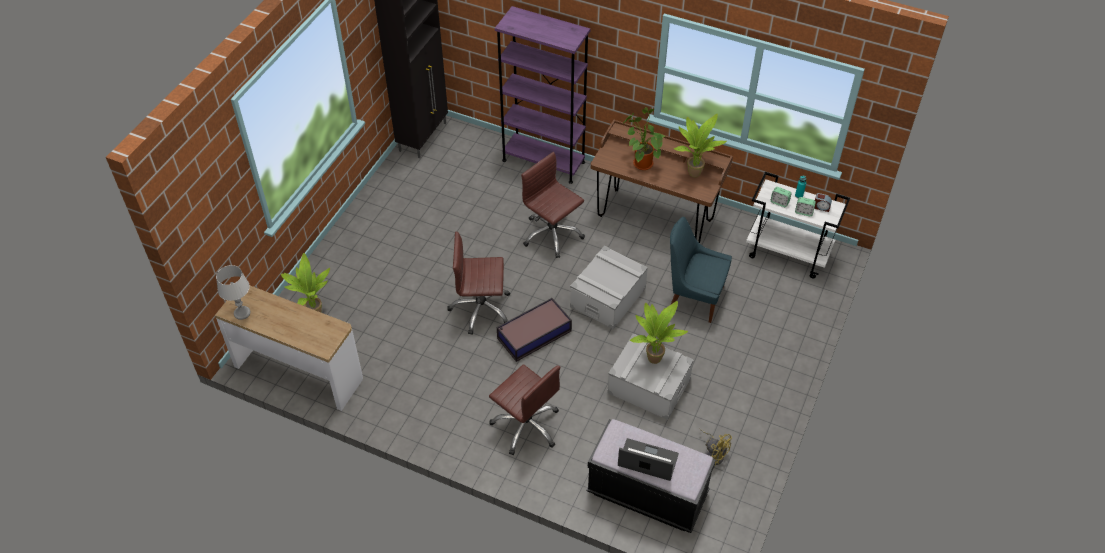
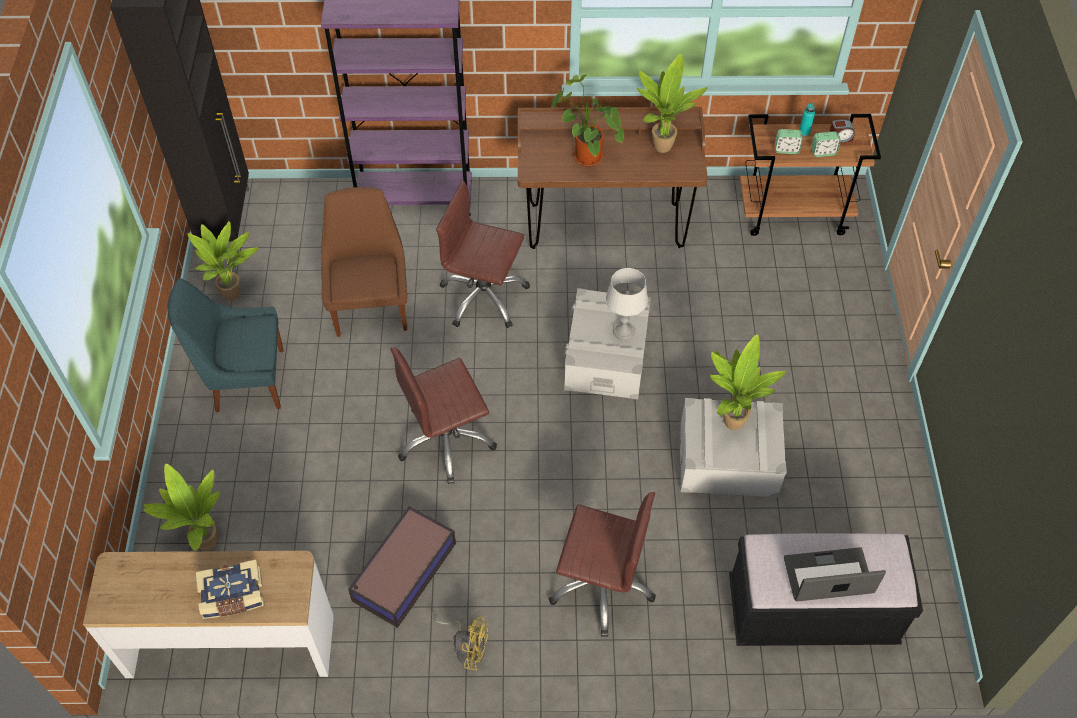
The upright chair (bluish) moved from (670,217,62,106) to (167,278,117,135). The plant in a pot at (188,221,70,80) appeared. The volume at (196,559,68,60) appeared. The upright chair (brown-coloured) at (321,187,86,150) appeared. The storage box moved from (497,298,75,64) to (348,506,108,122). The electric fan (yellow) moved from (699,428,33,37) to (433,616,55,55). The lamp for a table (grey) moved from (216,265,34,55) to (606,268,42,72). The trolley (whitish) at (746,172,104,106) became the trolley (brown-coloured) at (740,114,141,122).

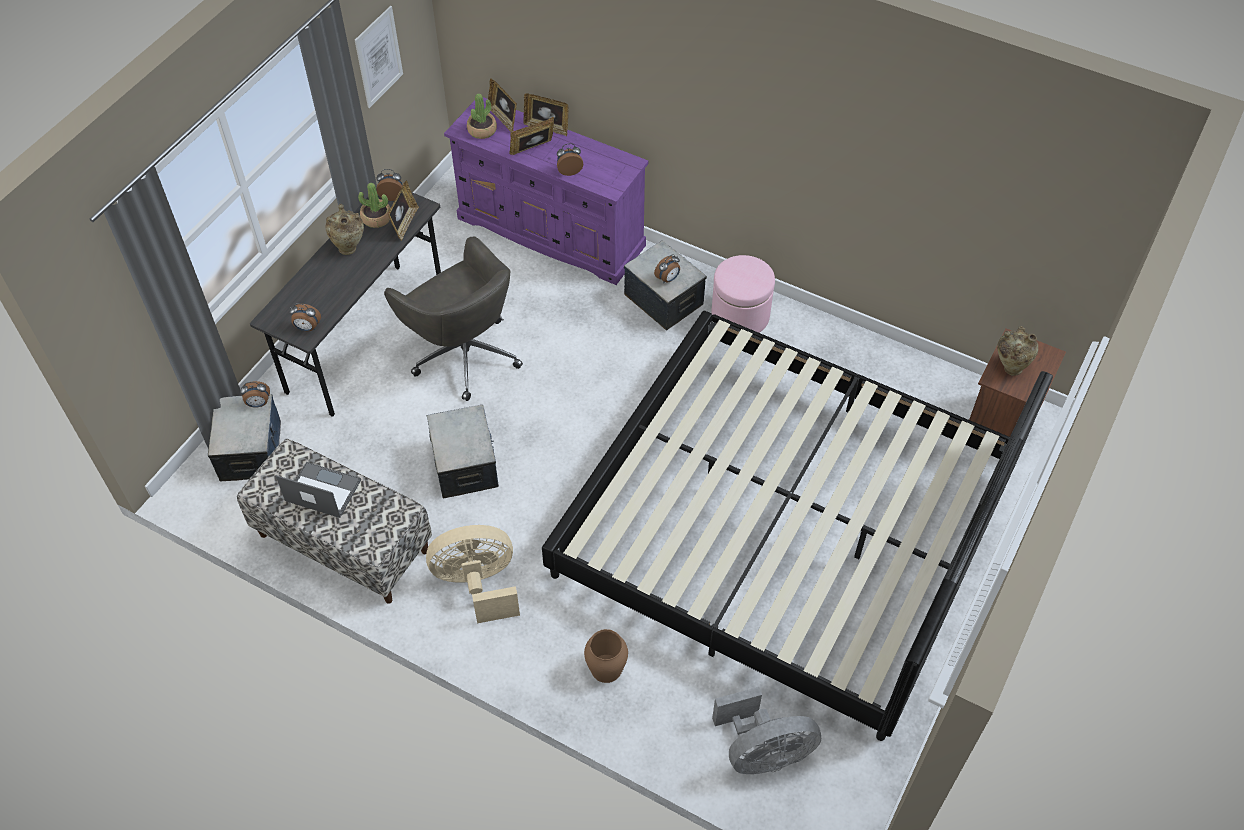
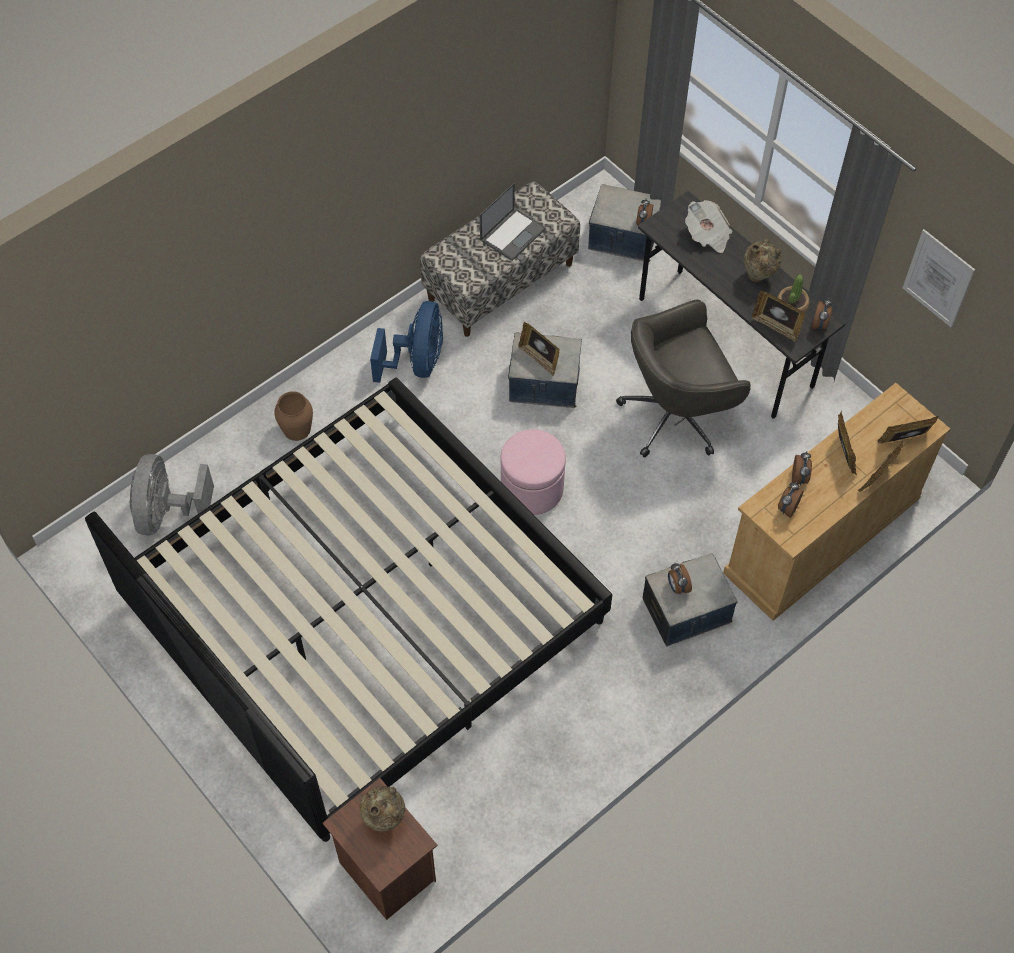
The electric fan (sand-coloured) at (426,525,94,98) became the electric fan (bluish) at (370,301,73,82). The ottoman (pink) moved from (711,255,64,78) to (500,429,66,86). The standing frame at (518,322,42,54) appeared. The printed paper at (685,200,47,53) appeared. The dresser (purple-coloured) at (444,97,205,188) became the dresser (sand-coloured) at (723,383,227,238). The table clock moved from (289,303,32,28) to (778,482,26,36). The plant in a pot at (467,94,30,45) disappeared.

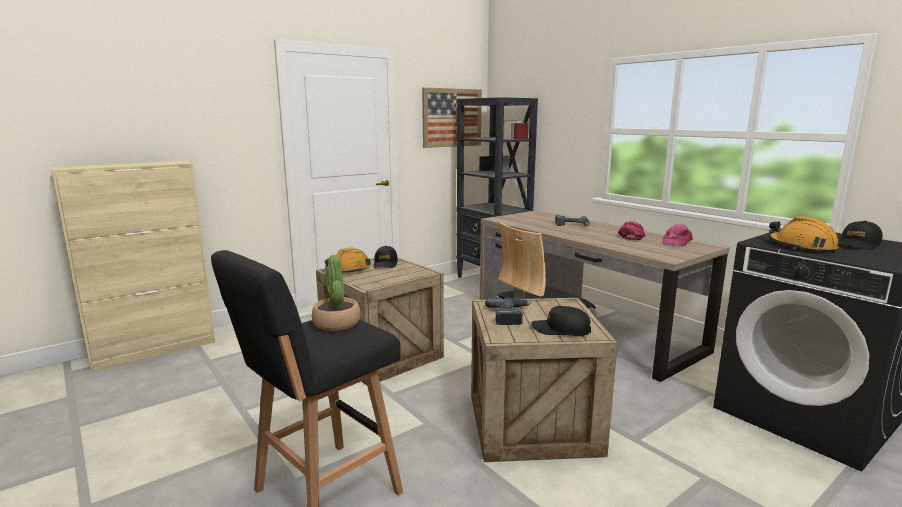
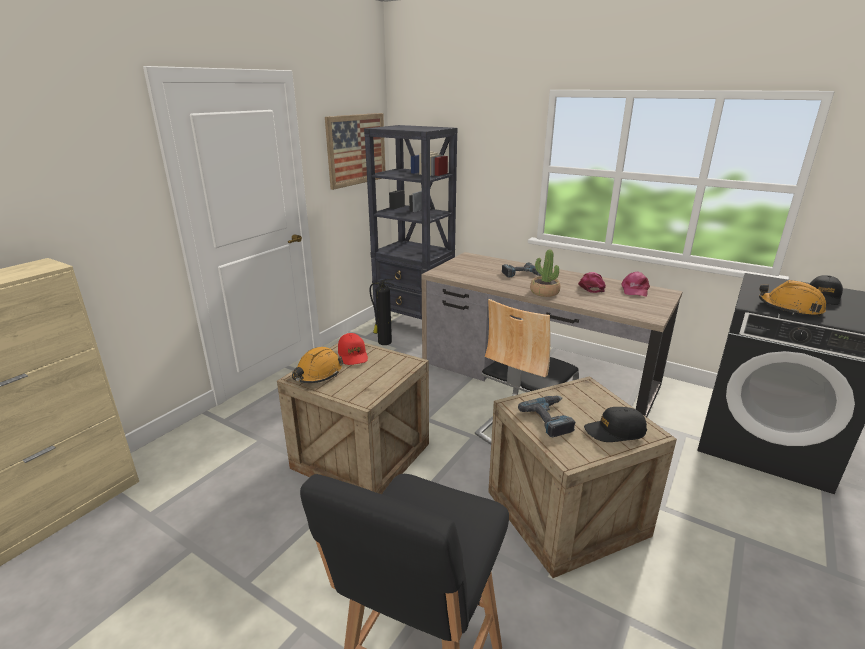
The peaked cap (black) at (374,246,24,22) became the peaked cap (reddish) at (338,333,30,32). The fire-fighting cylinder at (370,279,24,66) appeared. The plant in a pot moved from (312,255,49,76) to (530,249,30,48).

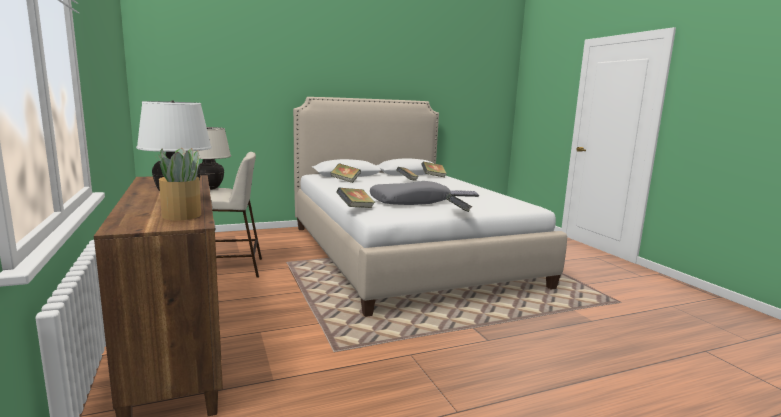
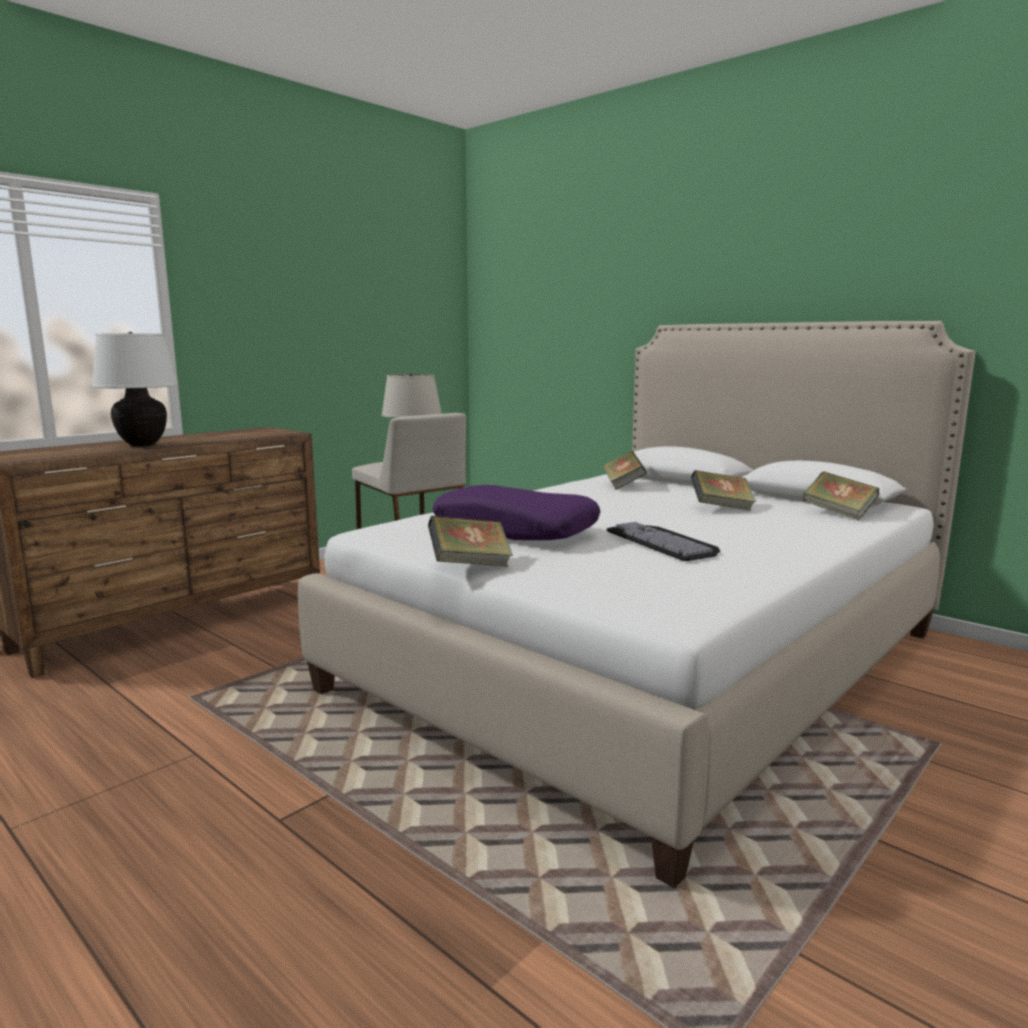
The pillow (grey) at (370,181,81,24) became the pillow (purple-coloured) at (433,485,167,55). The plant in a pot at (156,148,45,72) disappeared. The volume at (336,188,39,20) disappeared.

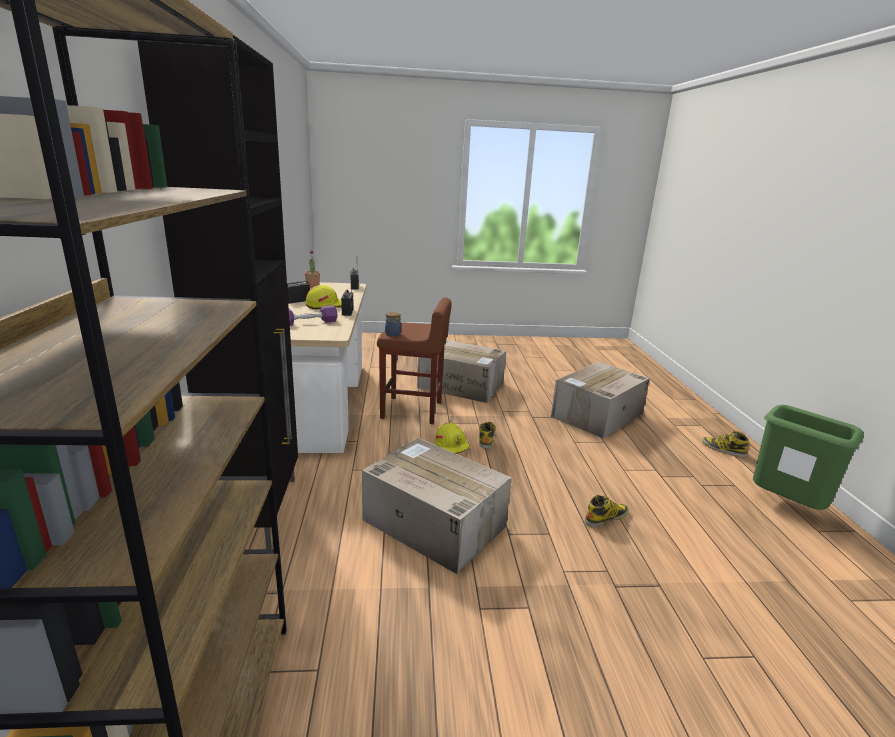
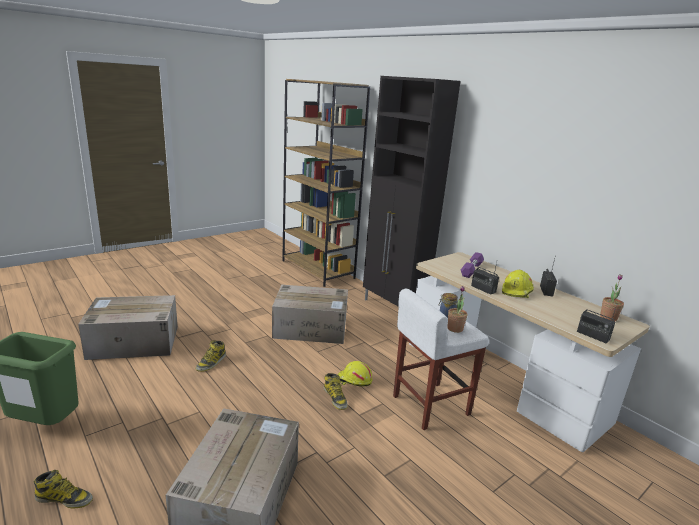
The carton moved from (418,340,88,63) to (78,295,100,65). The sitting stool (brown-coloured) at (377,298,75,126) became the sitting stool (whitish) at (393,289,96,141). The plant in a pot at (448,286,19,47) appeared.

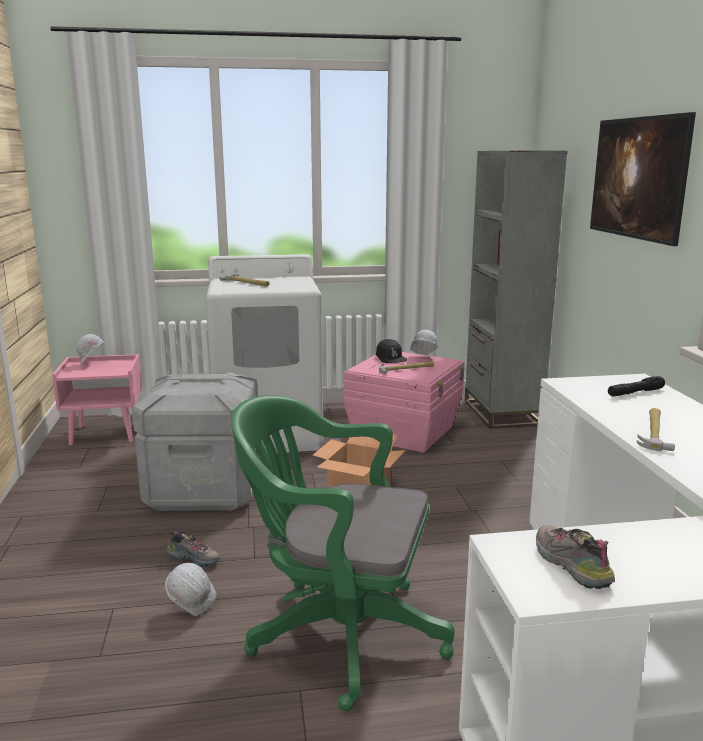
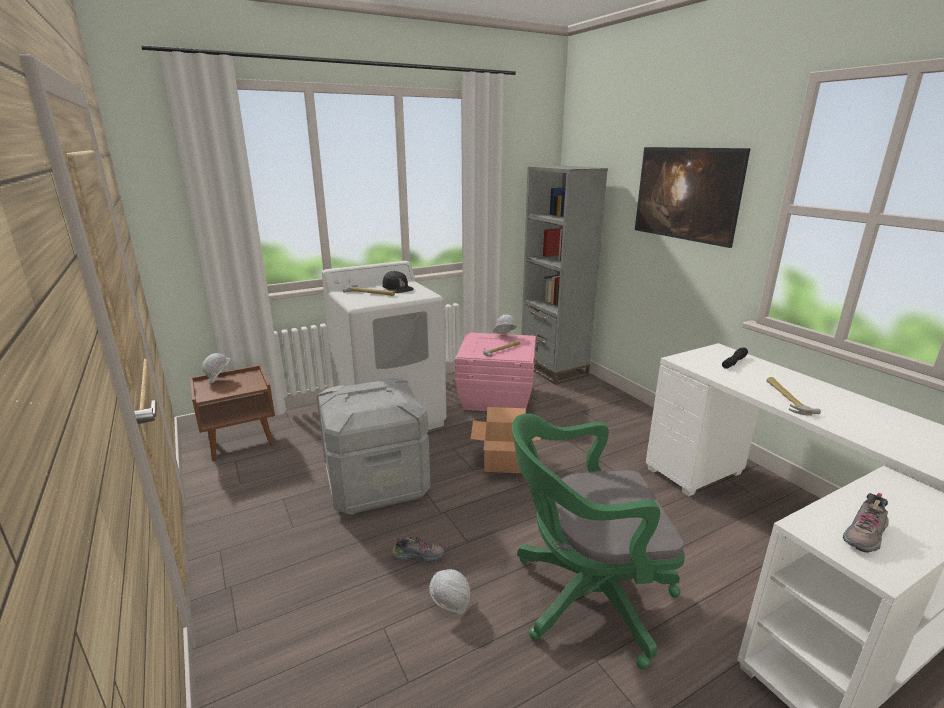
The bedside table (pink) at (52,354,90,91) became the bedside table (brown-coloured) at (190,365,85,97). The peaked cap (black) moved from (376,339,31,24) to (382,271,32,22). The low shoe at (536,525,79,64) turned 90 degrees counterclockwise.

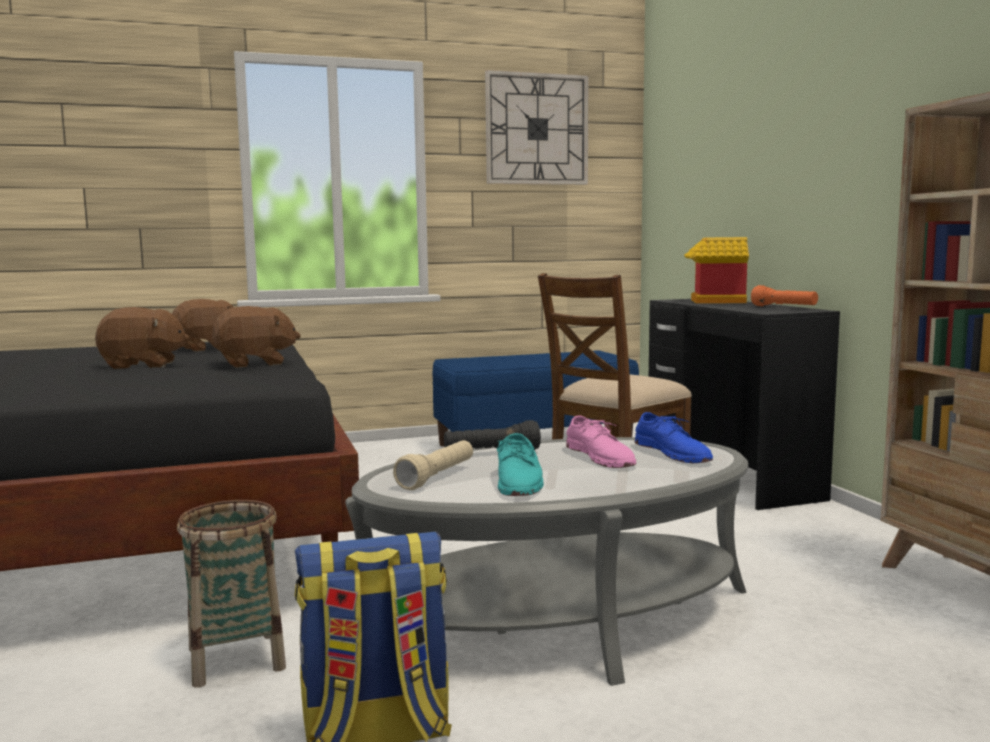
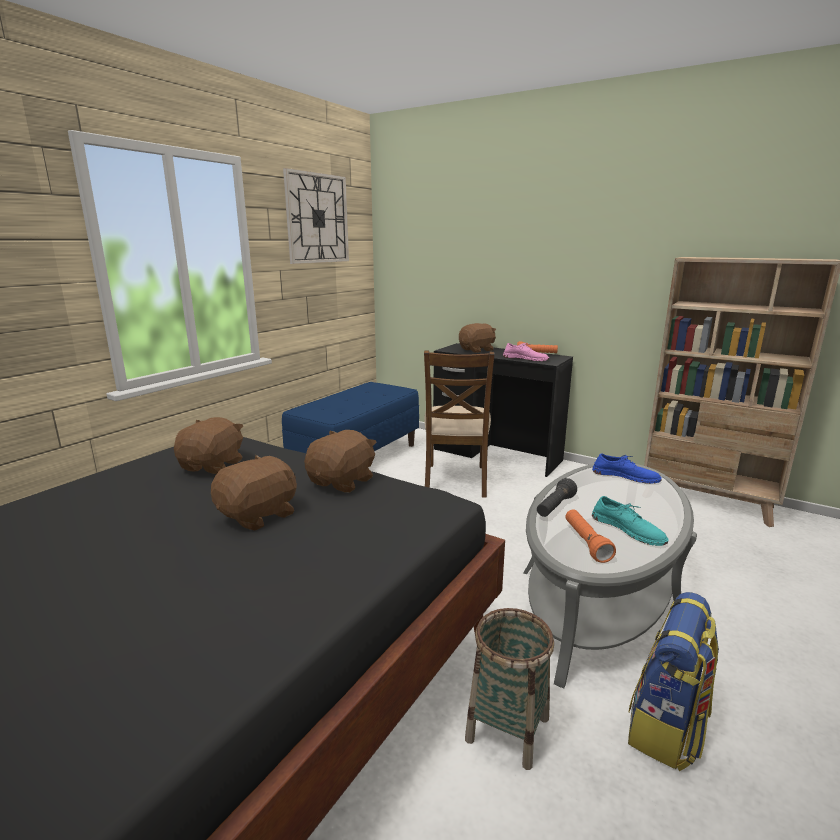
The toy house at (684,237,65,66) was replaced by the plush toy (brown-coloured) at (459,323,37,30). The low shoe (pink) moved from (566,415,70,53) to (503,343,46,18). The hand torch (sand-coloured) at (393,440,80,50) became the hand torch (orangey) at (565,509,51,54).

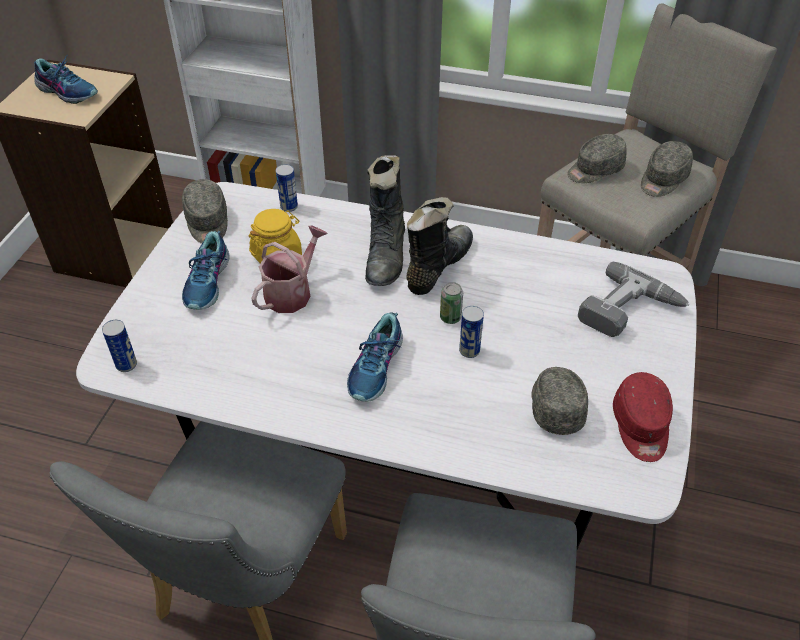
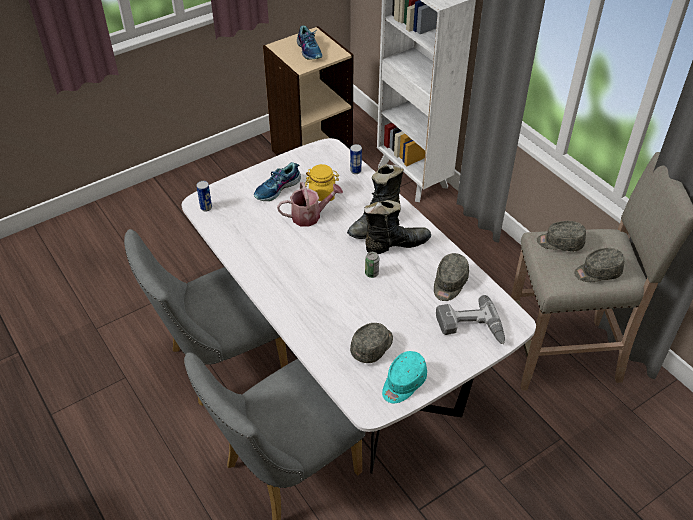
The peaked cap (reddish) at (613,372,60,90) became the peaked cap (blue-green) at (382,351,45,52). The peaked cap (grey) moved from (182,179,46,65) to (434,253,35,48). The low shoe at (347,312,56,90) disappeared. The metal can at (459,306,25,52) disappeared.

